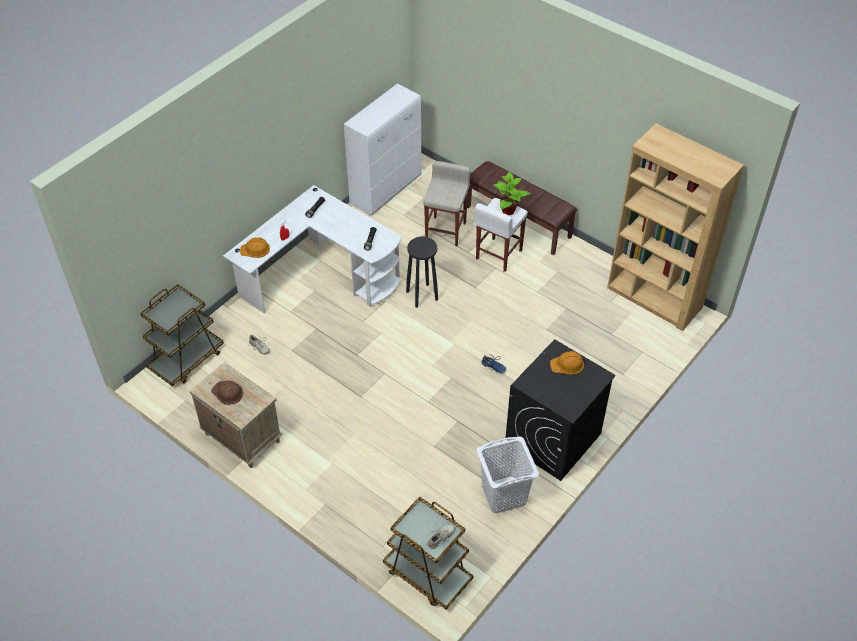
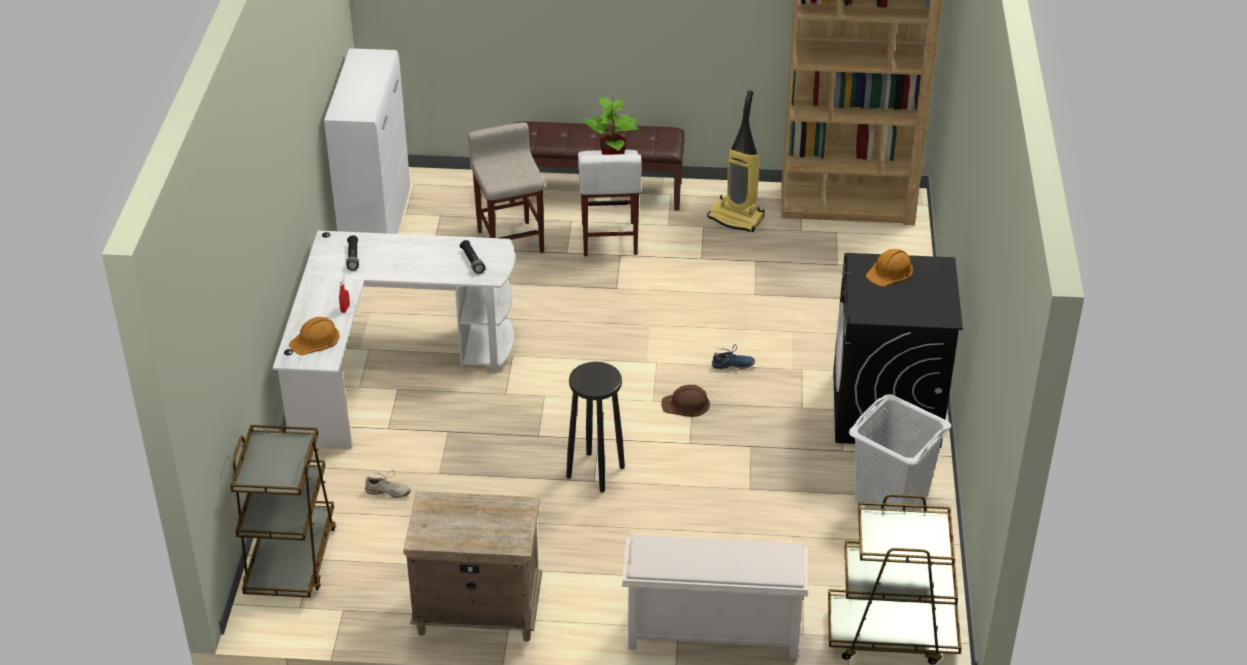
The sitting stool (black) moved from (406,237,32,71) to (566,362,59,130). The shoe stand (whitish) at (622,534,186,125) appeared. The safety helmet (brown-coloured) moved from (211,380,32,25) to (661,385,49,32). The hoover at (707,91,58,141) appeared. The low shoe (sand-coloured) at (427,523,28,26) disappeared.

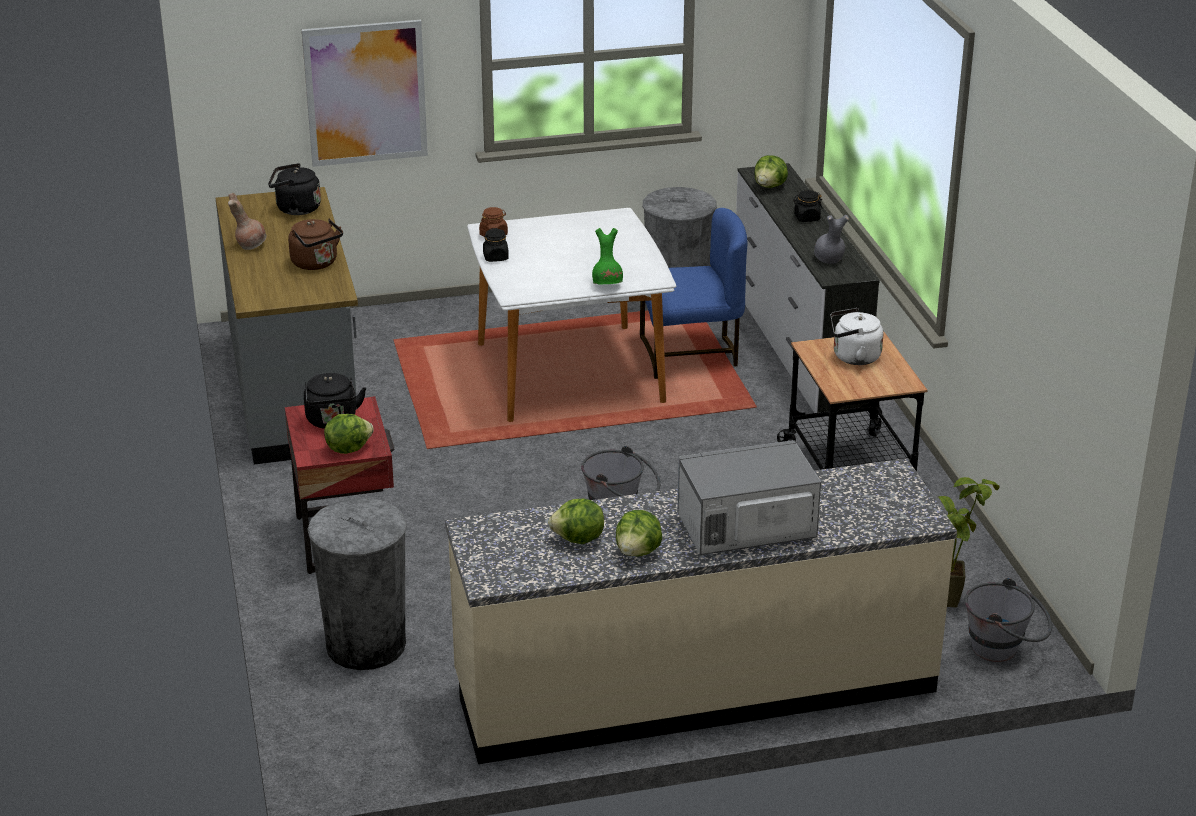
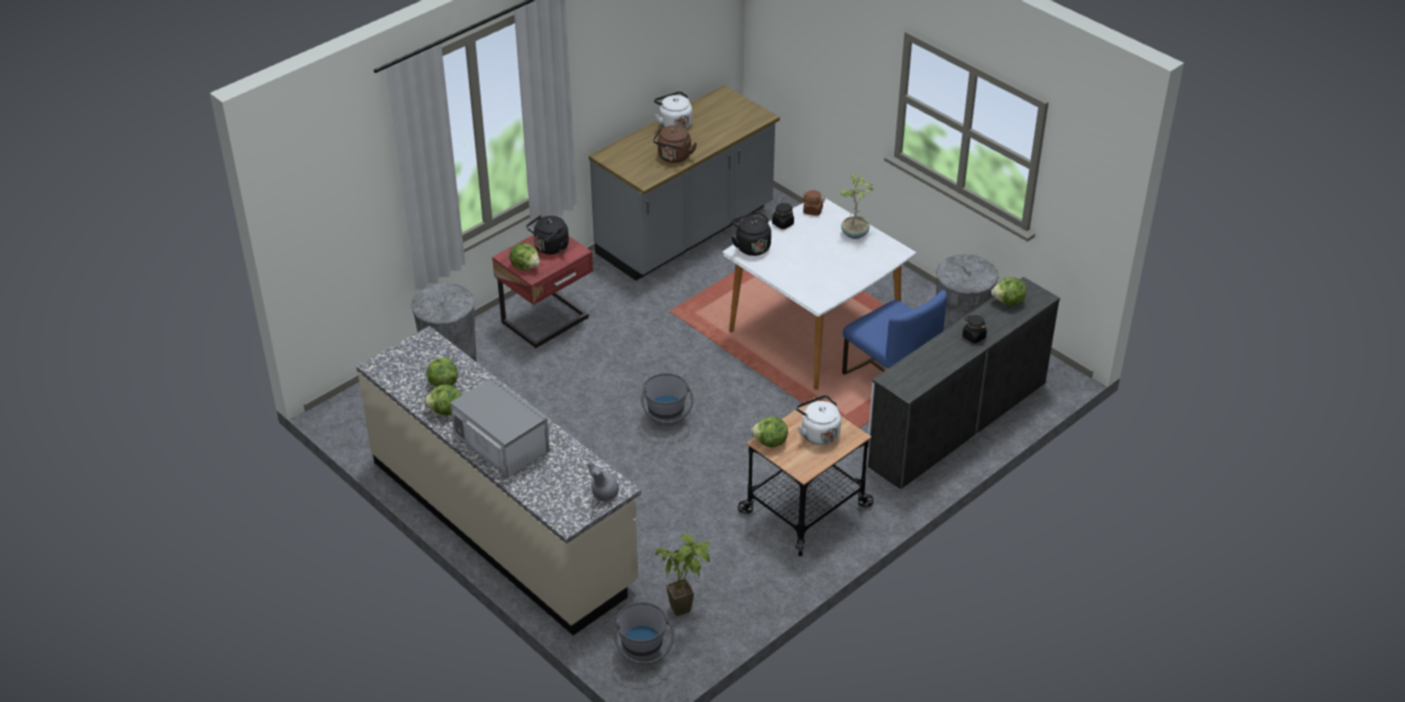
The flower vase (grey) moved from (814,215,35,49) to (586,461,33,41). The flower vase (brown-coloured) at (228,193,39,57) was replaced by the tea kettle (whitish) at (654,91,38,38). The tea kettle (black) moved from (268,163,53,52) to (731,212,40,44). The lettuce at (751,417,37,31) appeared. The plant in a pot at (840,173,38,66) appeared. The picture at (302,20,126,147) disappeared. The flower vase (green) at (592,228,31,56) disappeared.

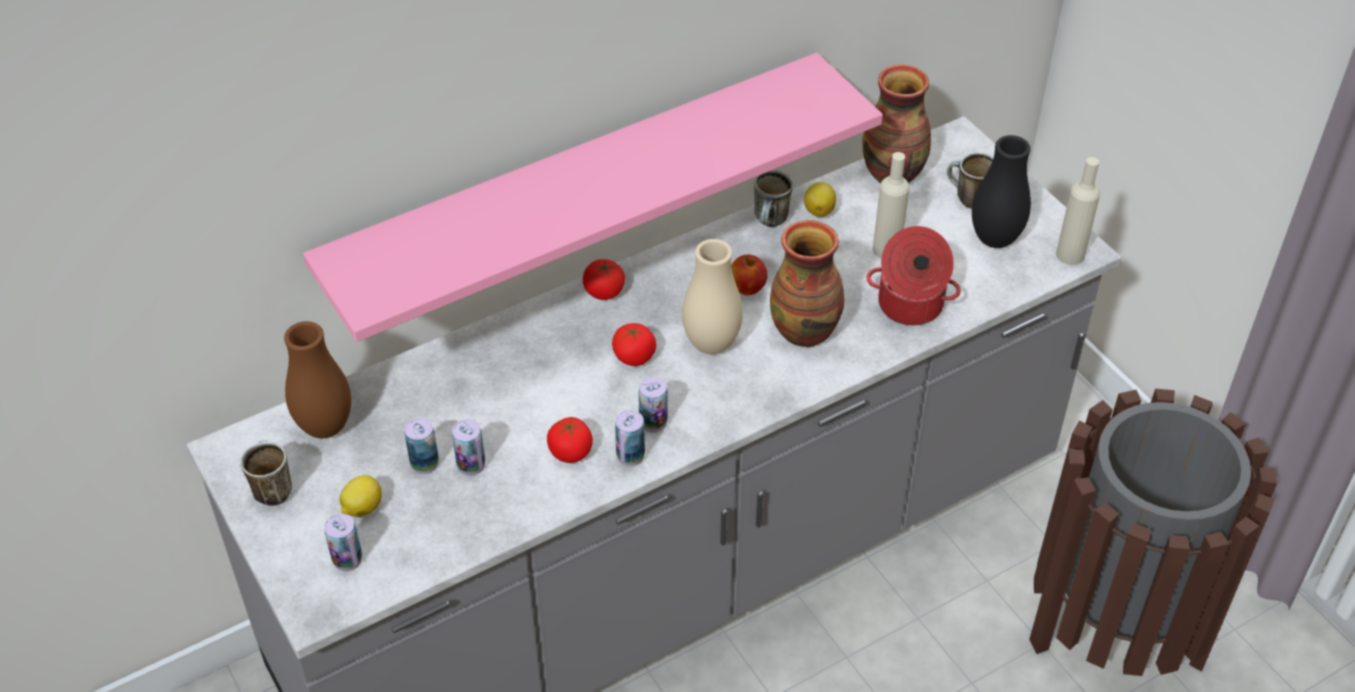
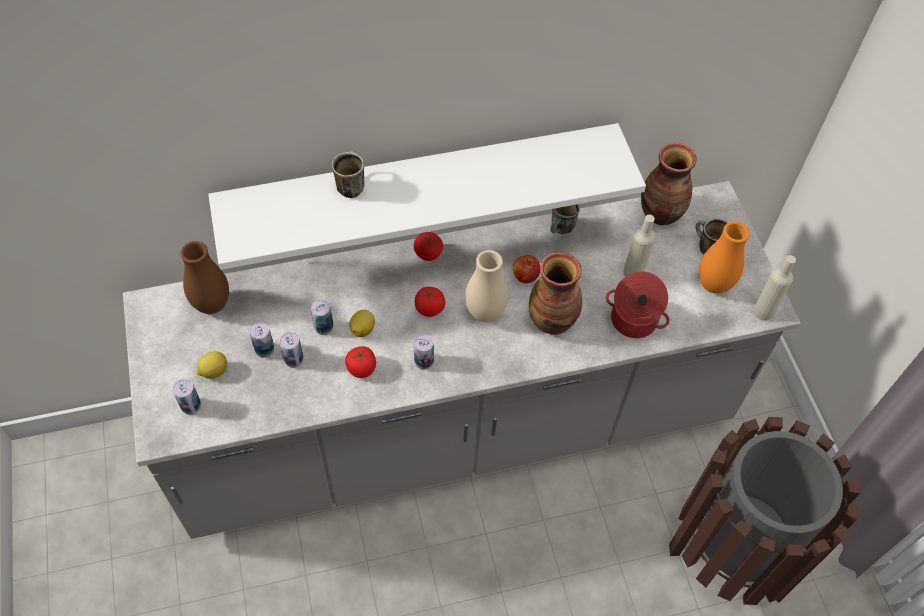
The bracket shelf (pink) at (303,53,580,289) became the bracket shelf (whitish) at (208,123,438,147). The metal can moved from (615,410,30,56) to (311,300,22,35). The mug moved from (240,440,52,66) to (332,151,33,47). The whole lemon moved from (804,182,32,35) to (349,310,26,27). The flower vase (black) at (972,135,59,113) became the flower vase (orangey) at (699,221,51,73).

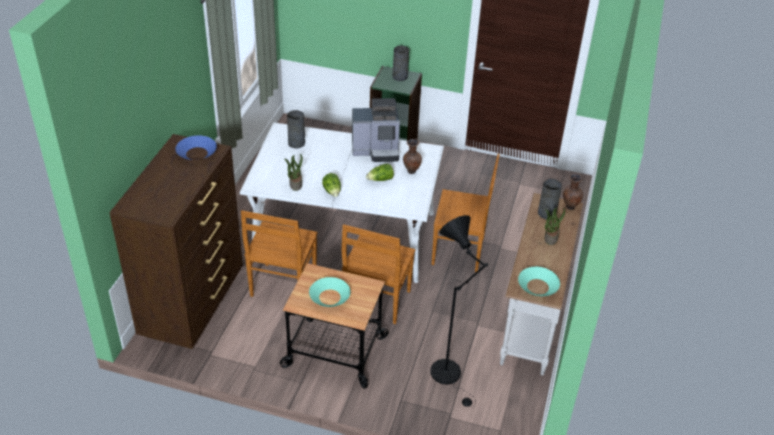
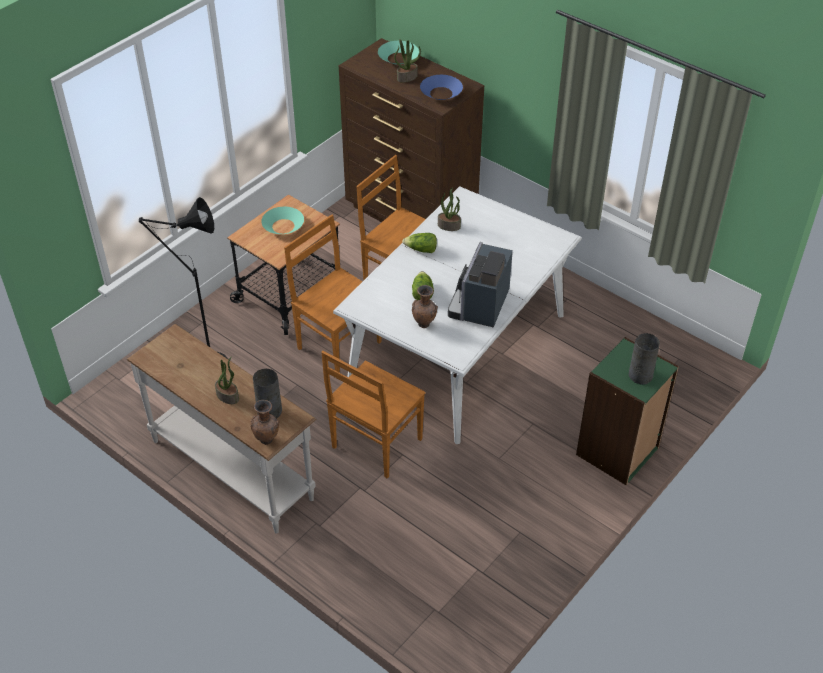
The deep dish (blue-green) moved from (518,267,42,29) to (378,41,41,23). The plant in a pot at (394,39,27,44) appeared. The flower vase (grey) at (287,110,18,39) disappeared.

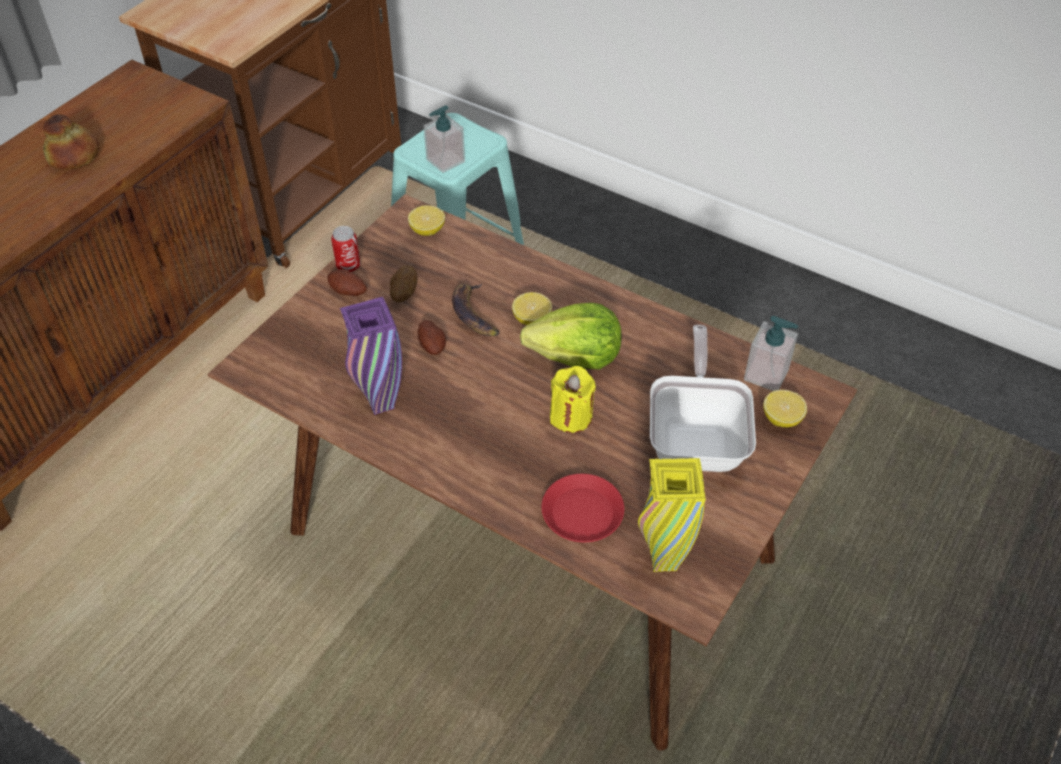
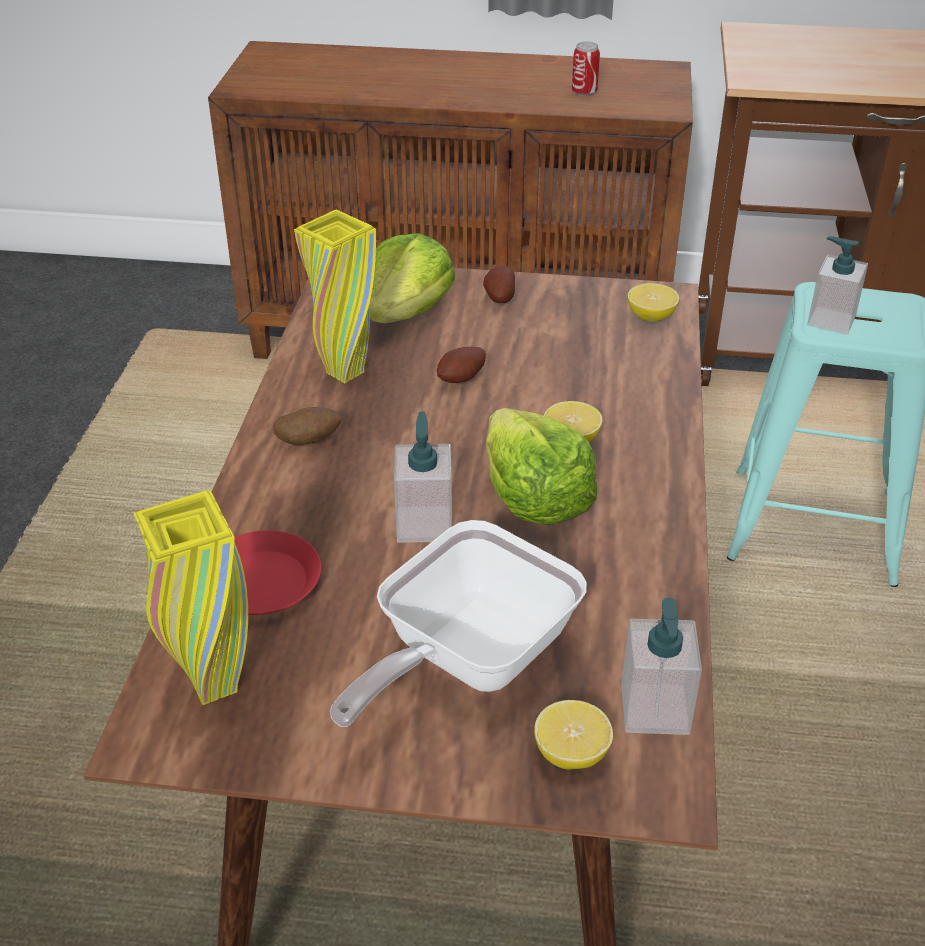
The potato moved from (390,265,28,37) to (273,407,68,38). The flower vase (purple-coloured) at (340,297,62,118) became the flower vase (yellow) at (294,209,82,174). The skillet at (650,325,106,147) turned 150 degrees clockwise. The lettuce at (369,233,86,90) appeared. The candle (yellow) at (550,366,46,67) was replaced by the soap bottle at (394,412,58,131). The metal can moved from (331,226,30,46) to (572,42,28,54). The bakery bread at (43,114,56,56) disappeared. The banana at (452,283,47,53) disappeared.

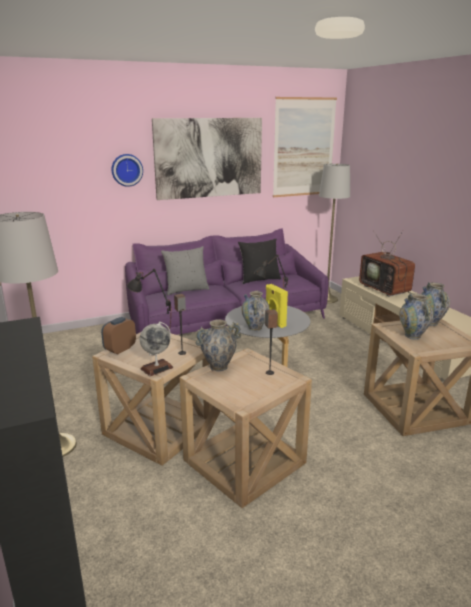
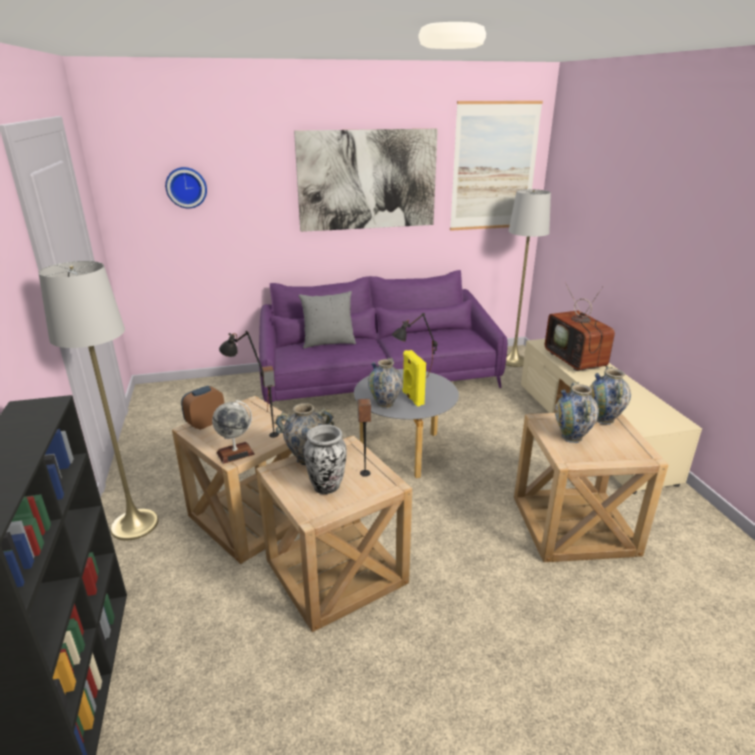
The wall clock moved from (111,154,32,33) to (165,167,42,41). The flower vase at (304,424,43,70) appeared. The pillow (black) at (238,239,43,45) disappeared.

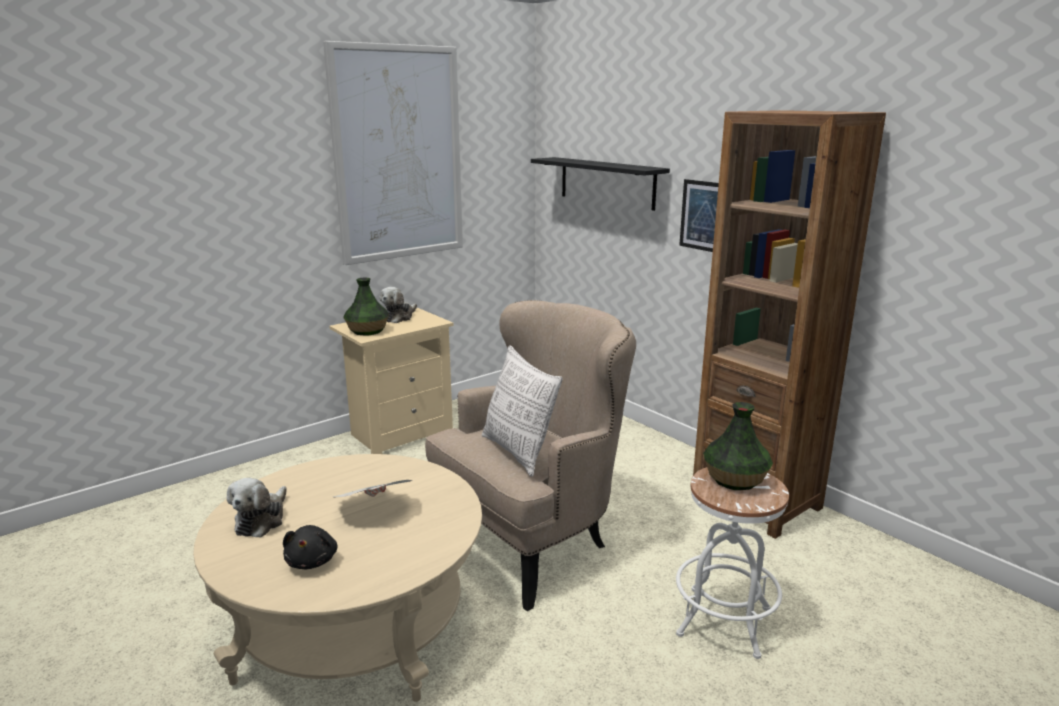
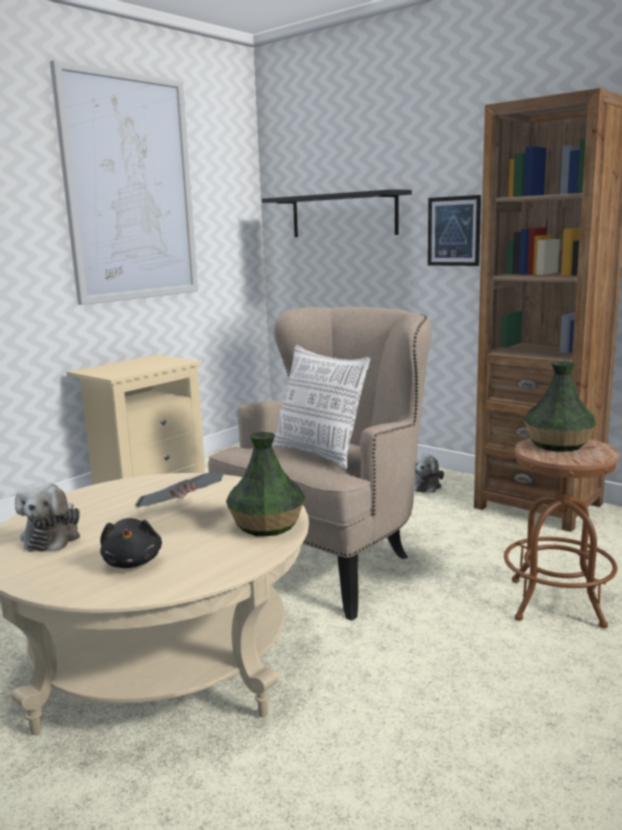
The flower vase moved from (343,277,46,58) to (226,432,79,104). The plush toy moved from (380,287,37,36) to (414,454,30,39). The sitting stool (whitish) at (676,467,113,192) became the sitting stool (brown-coloured) at (504,438,115,190).

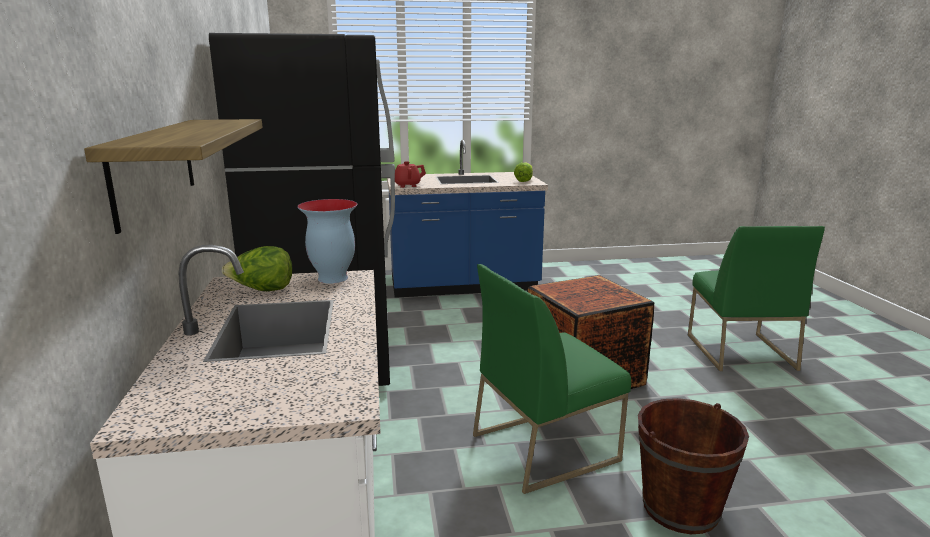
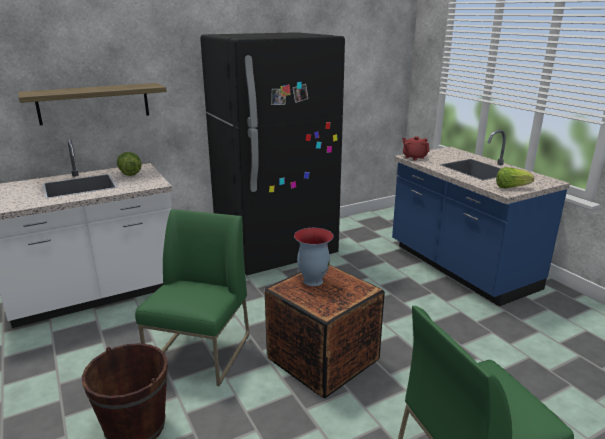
The upright chair (green) at (473,264,158,230) turned 60 degrees clockwise. The flower vase moved from (297,199,61,84) to (294,228,40,58).

